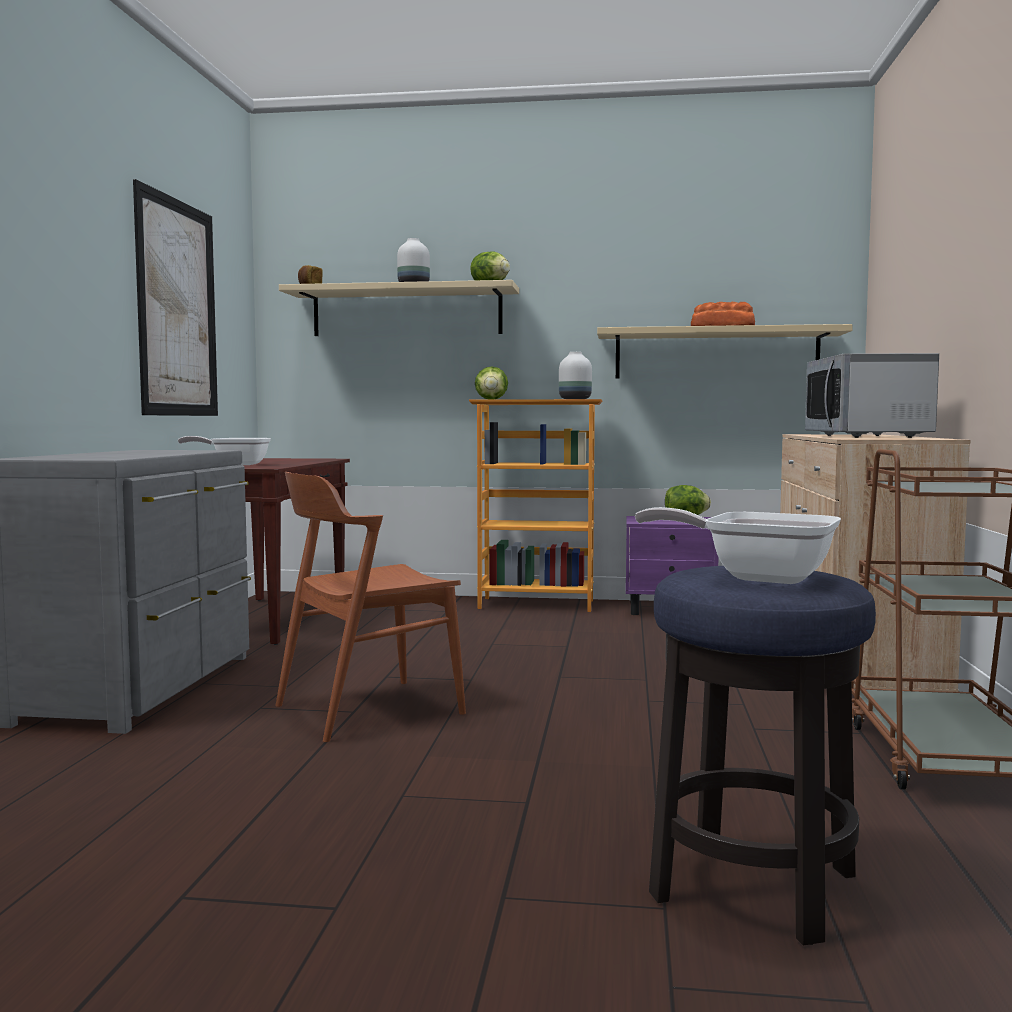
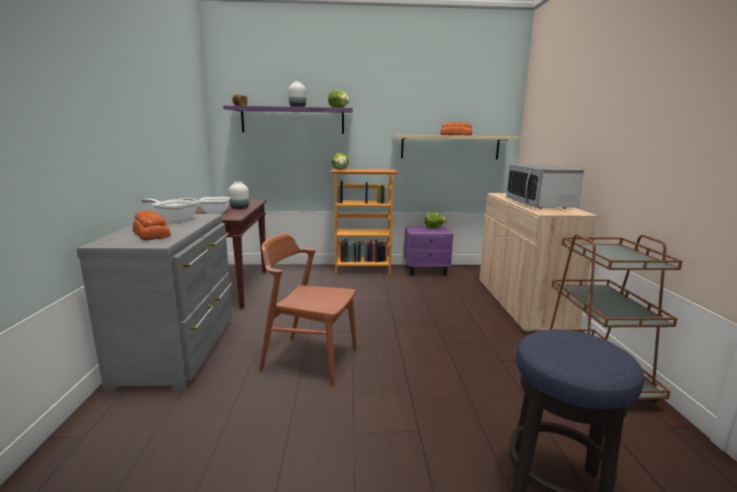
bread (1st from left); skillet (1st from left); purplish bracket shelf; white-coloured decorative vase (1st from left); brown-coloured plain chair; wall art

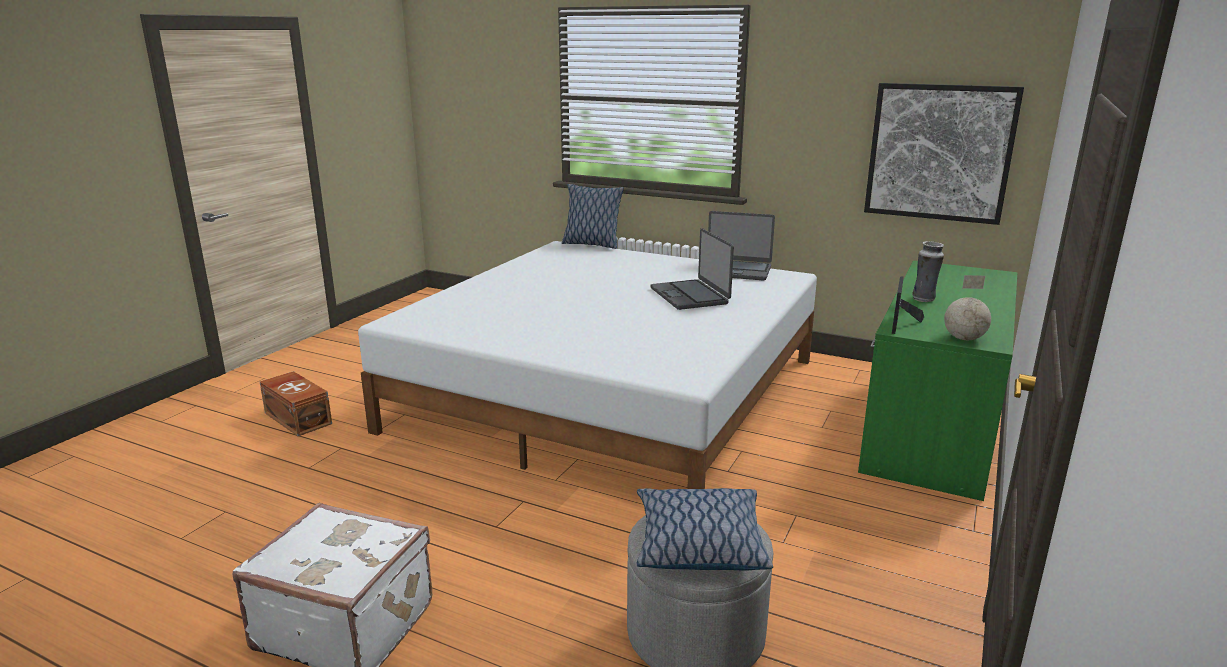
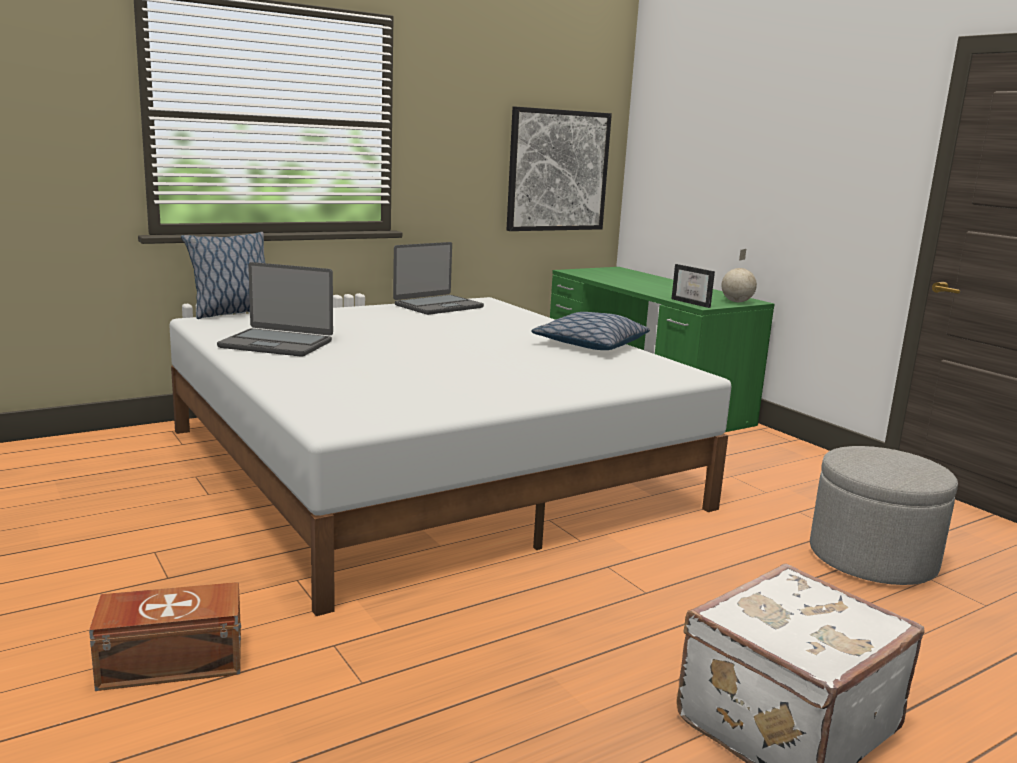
notebook computer (1st from left); pillow (2nd from left); decorative vase

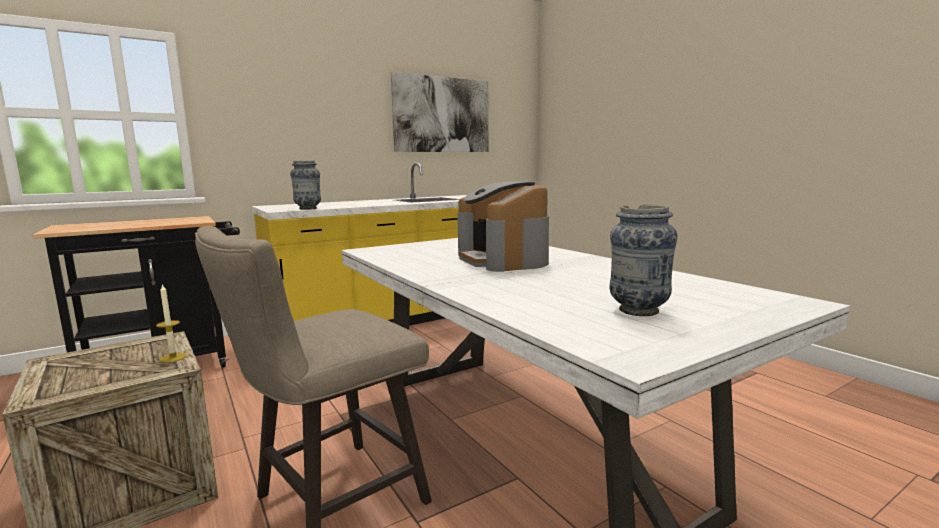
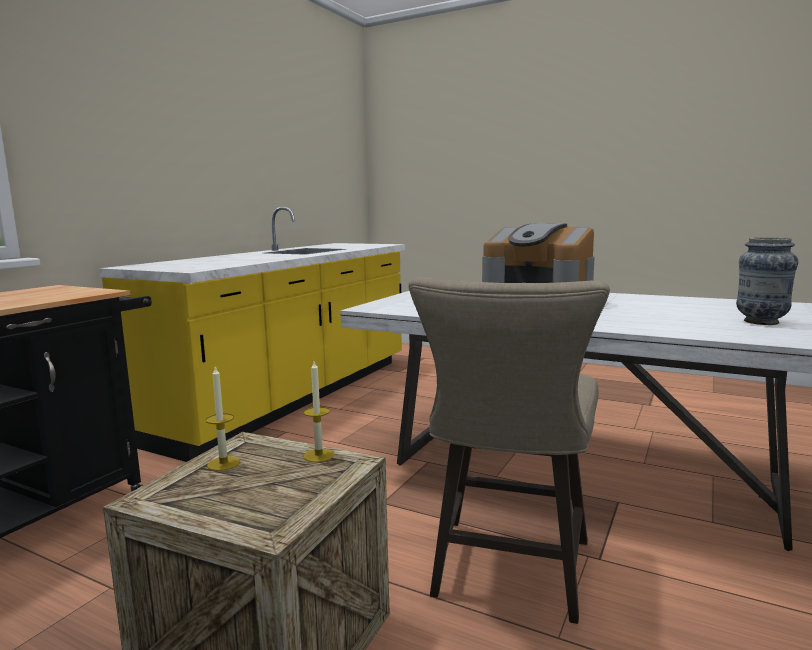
wax light (1st from left); decorative vase (1st from left in the first image); wall art

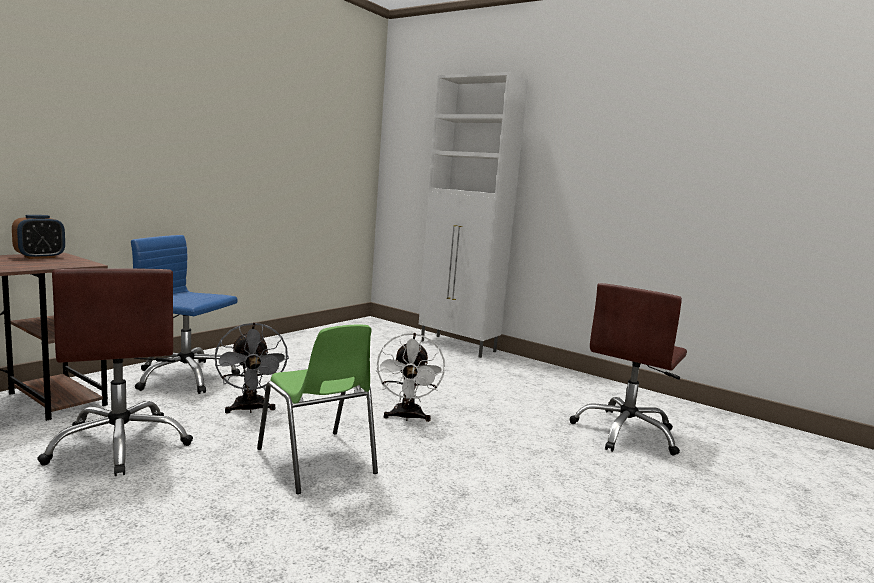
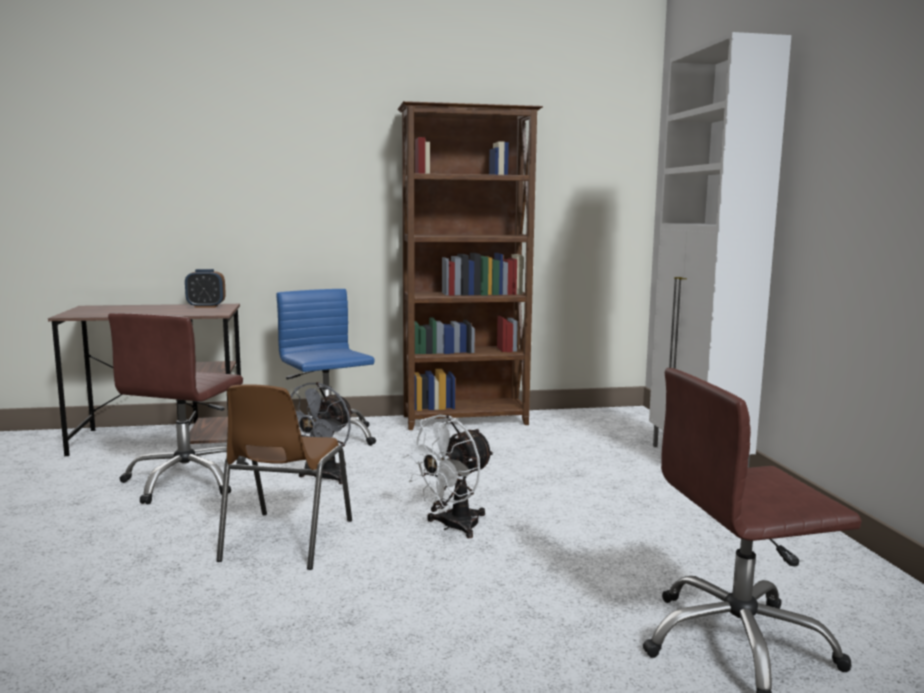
brown-coloured plain chair; brown-coloured bookcase

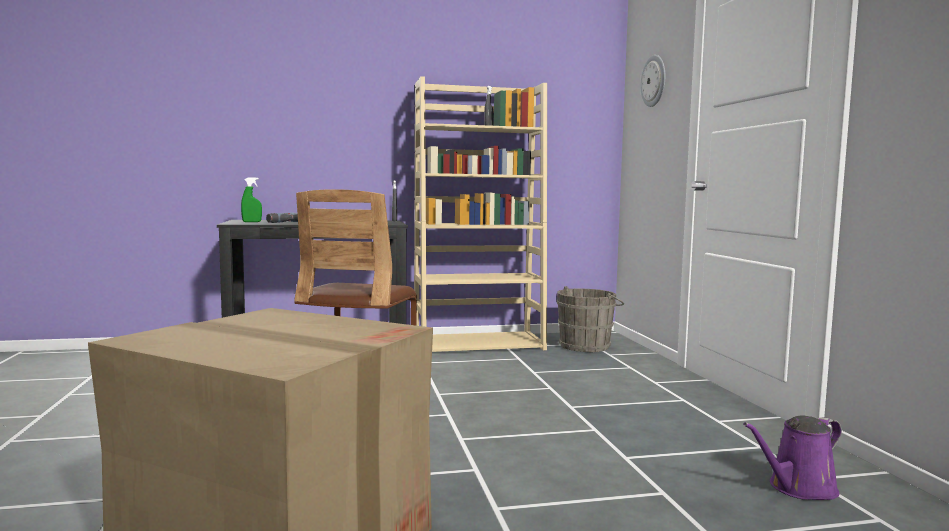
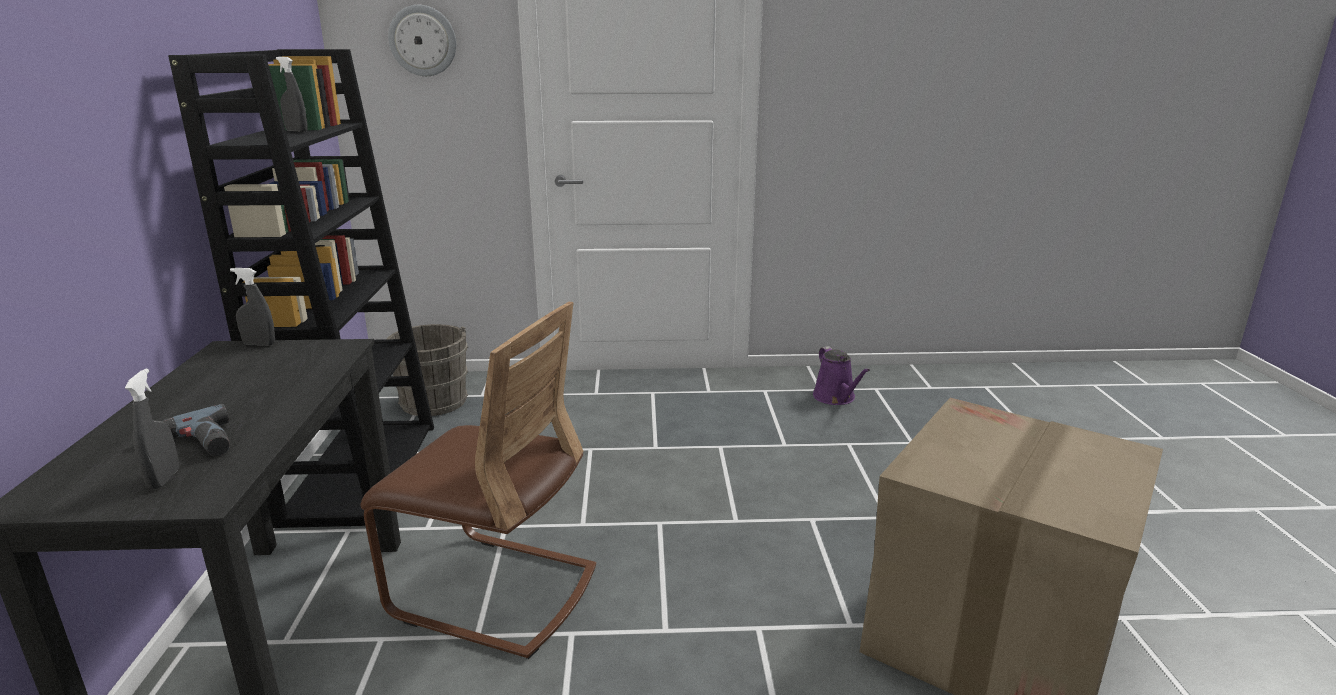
grey sprayer (1st from left); black-coloured bookcase

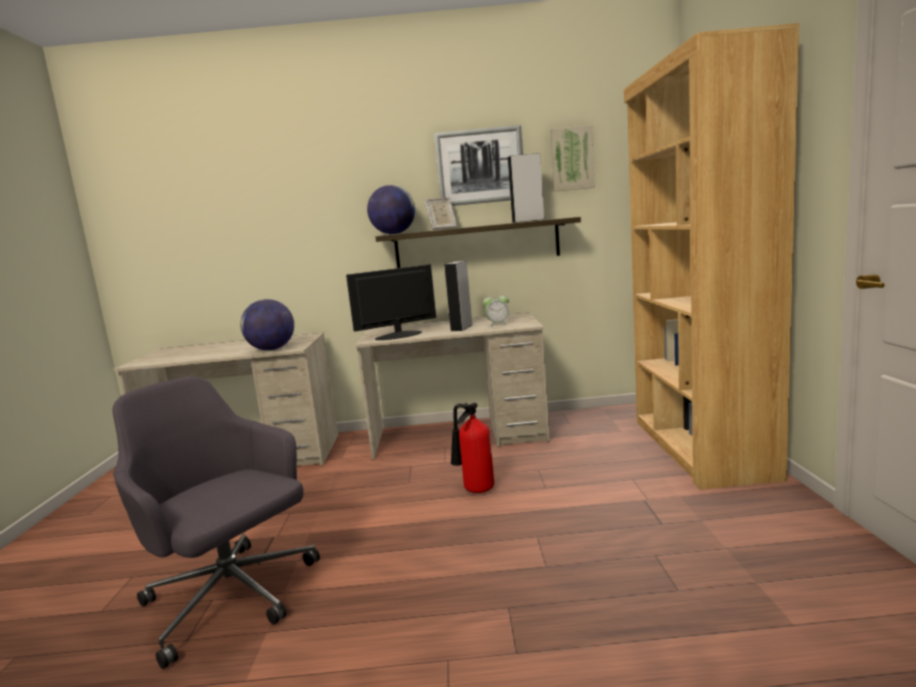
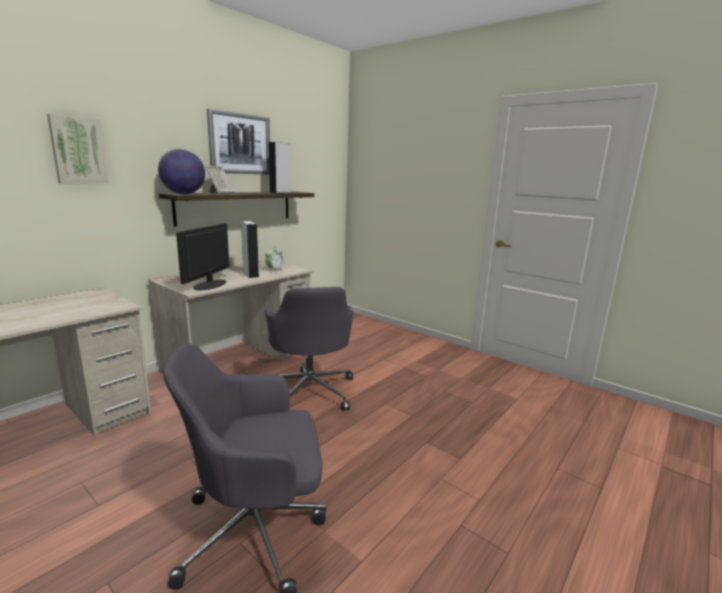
wall art (1st from left); grey desk chair (2nd from left); desk globe (1st from left in the first image); brown-coloured bookcase

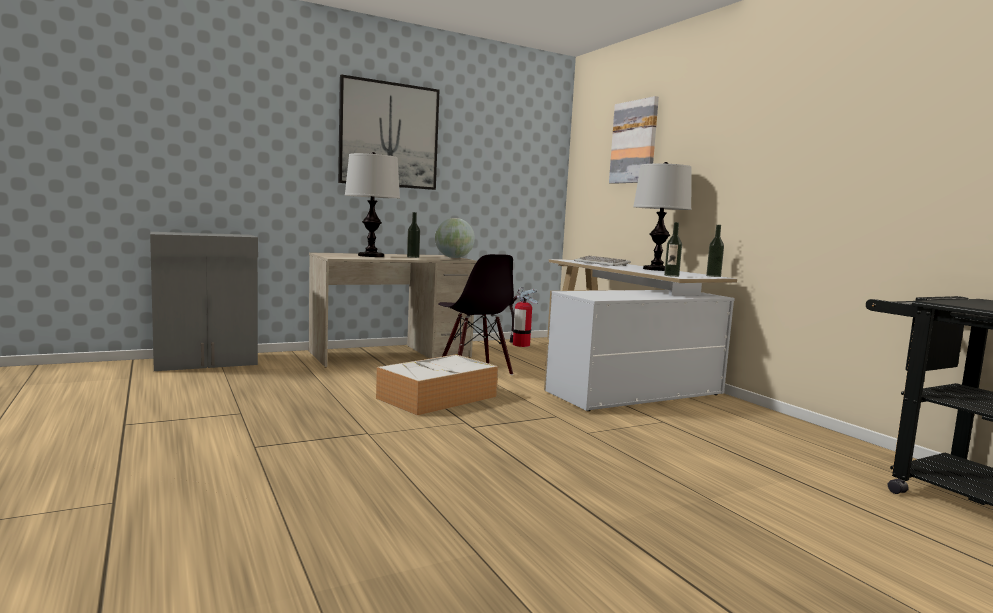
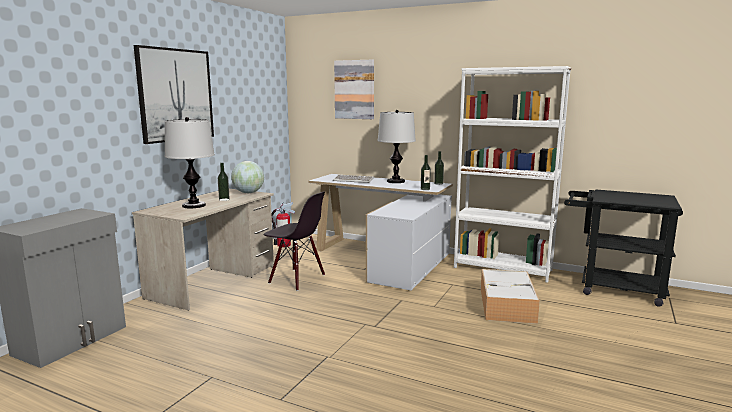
white-coloured bookcase; storage bin

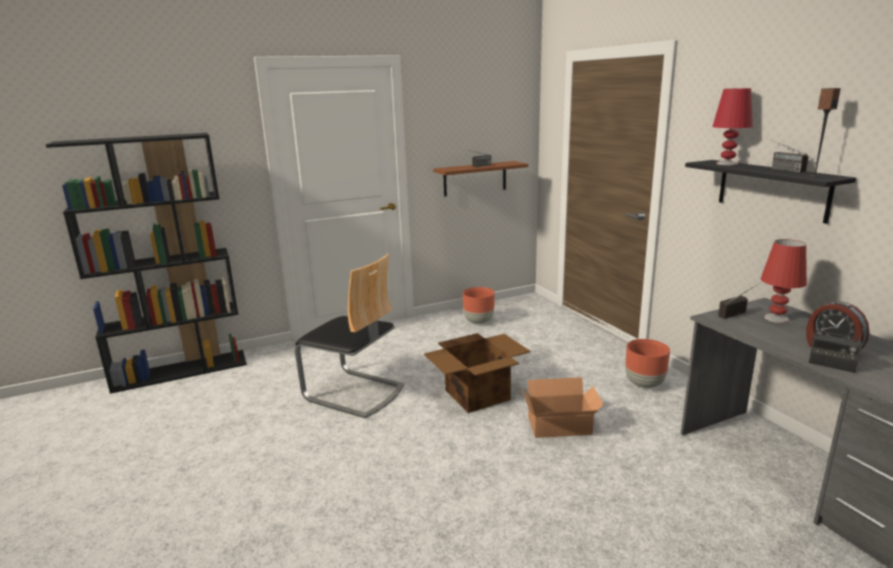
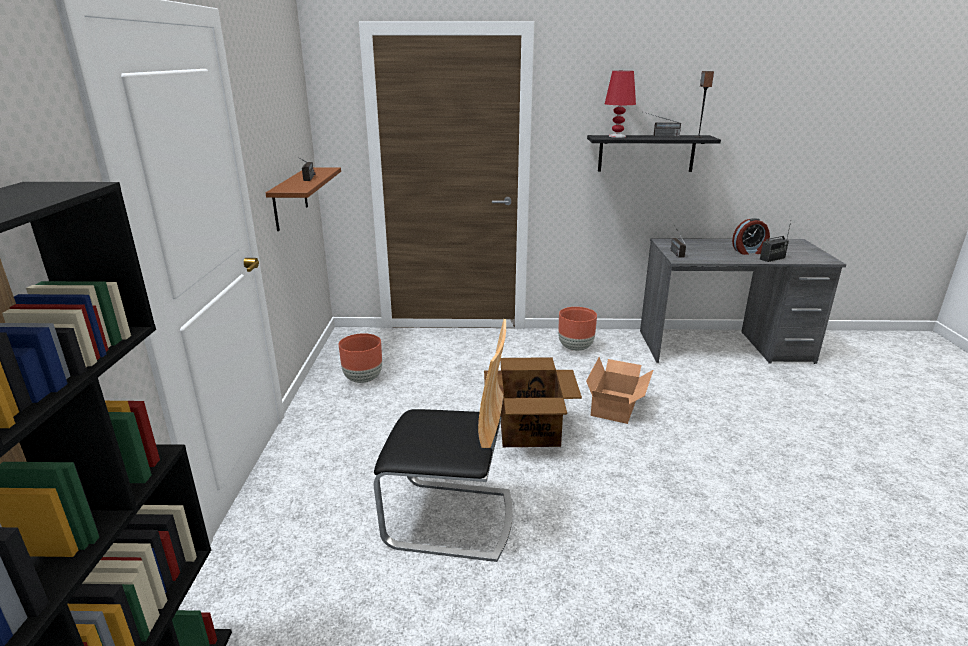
plain chair; red-coloured table lamp (2nd from left in the first image)

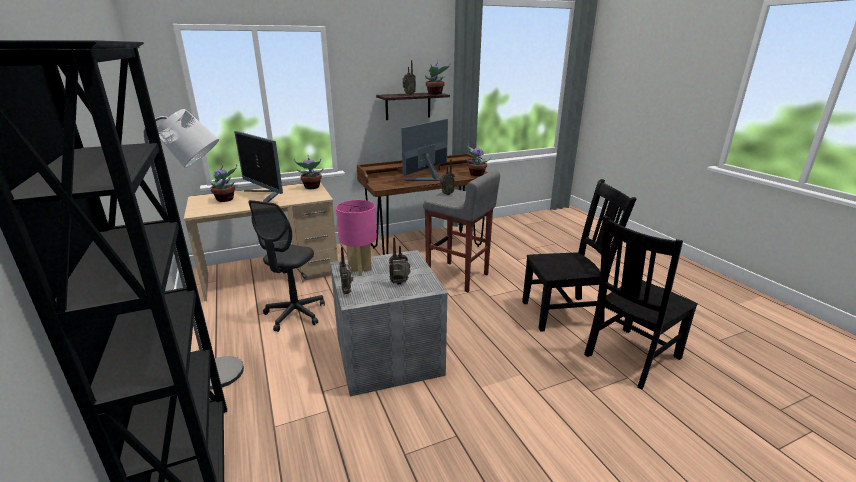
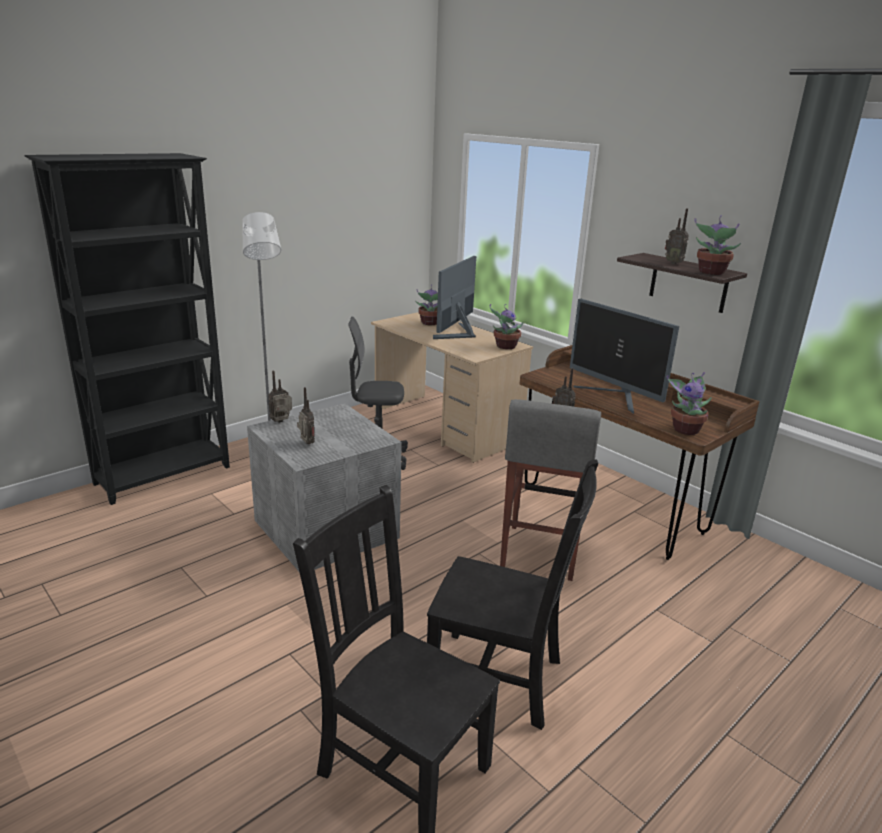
black-coloured plain chair (2nd from left); computer display (2nd from left); pink-coloured table lamp

